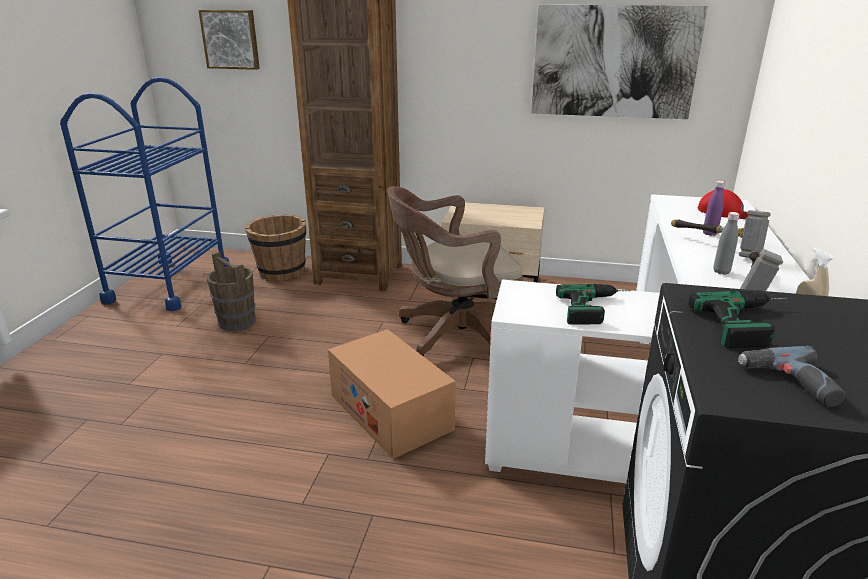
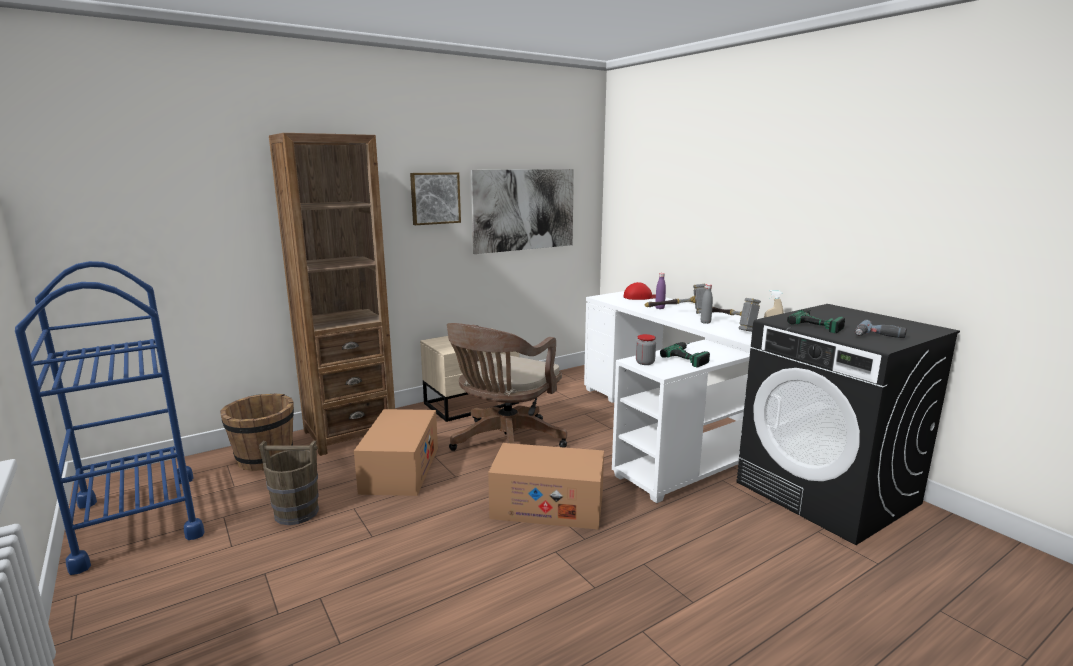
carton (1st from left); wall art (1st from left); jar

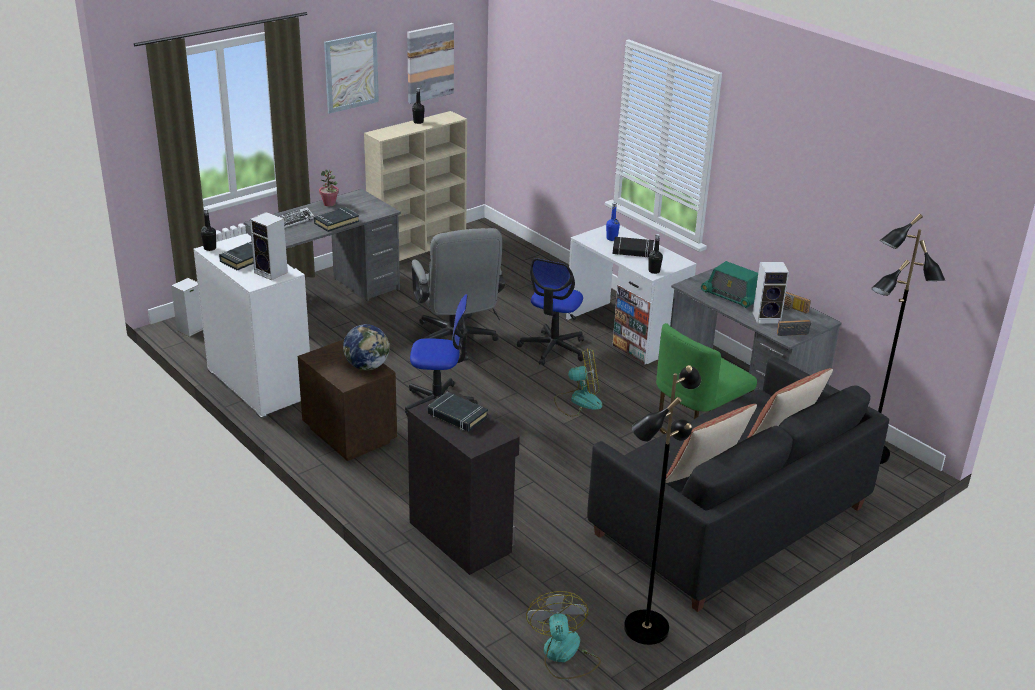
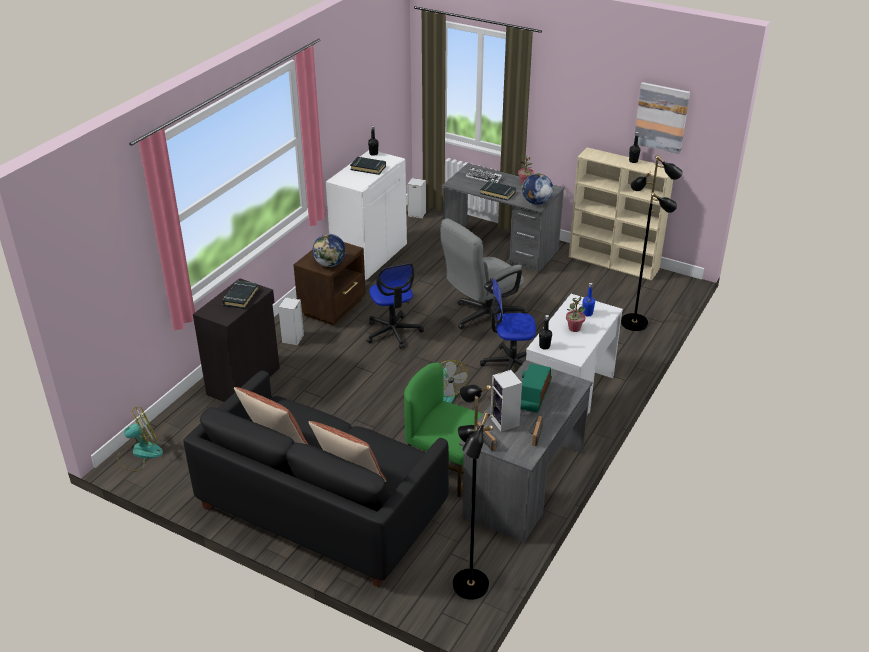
loudspeaker (1st from left); desk globe (2nd from left); houseplant (2nd from left); black-coloured standing lamp (2nd from left); wall art (1st from left in the first image)

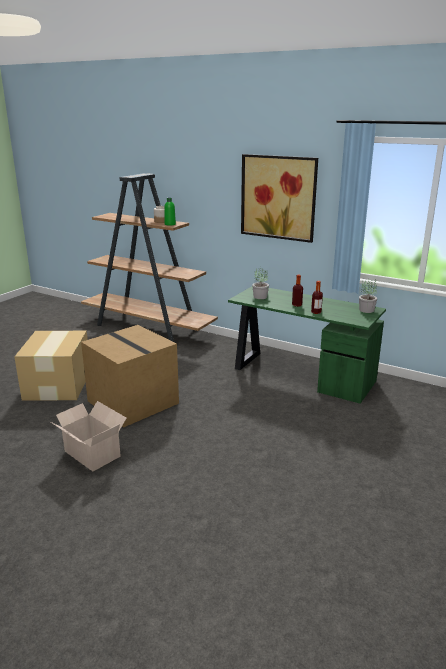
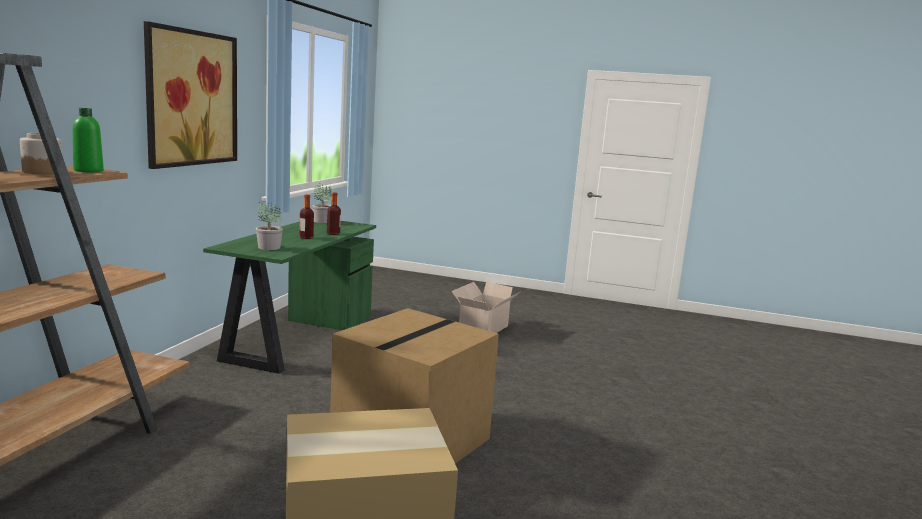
carton (3rd from left)

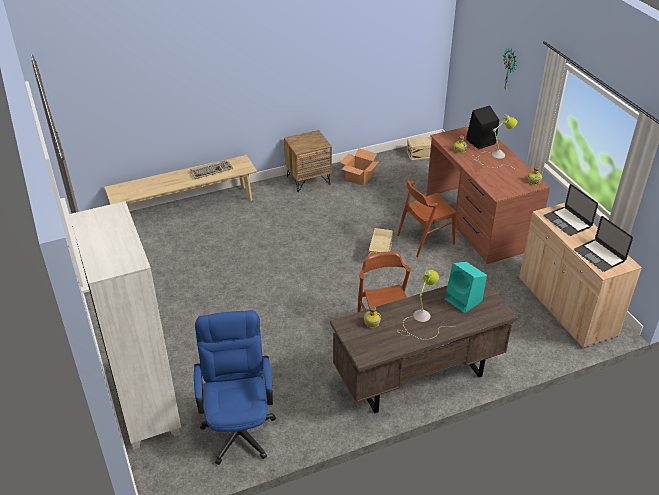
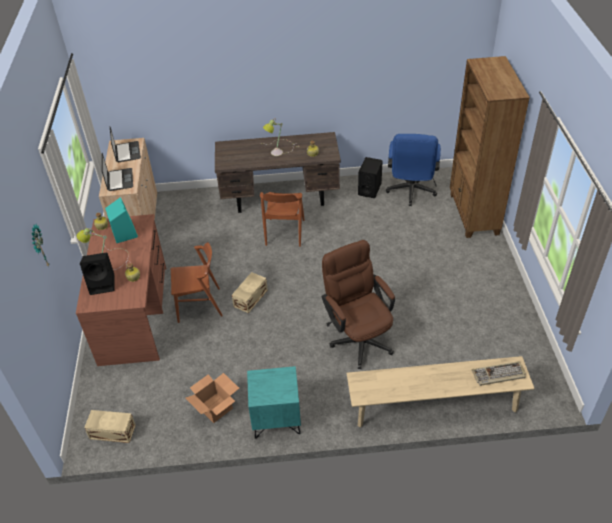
blue-green loudspeaker; blue-green night table; brown-coloured desk chair; black-coloured loudspeaker (2nd from left); brown-coloured bookcase; PC keyboard

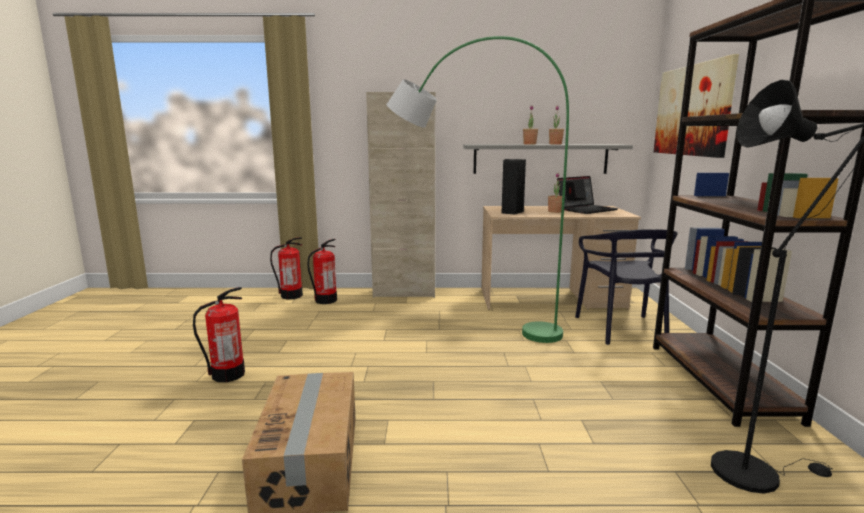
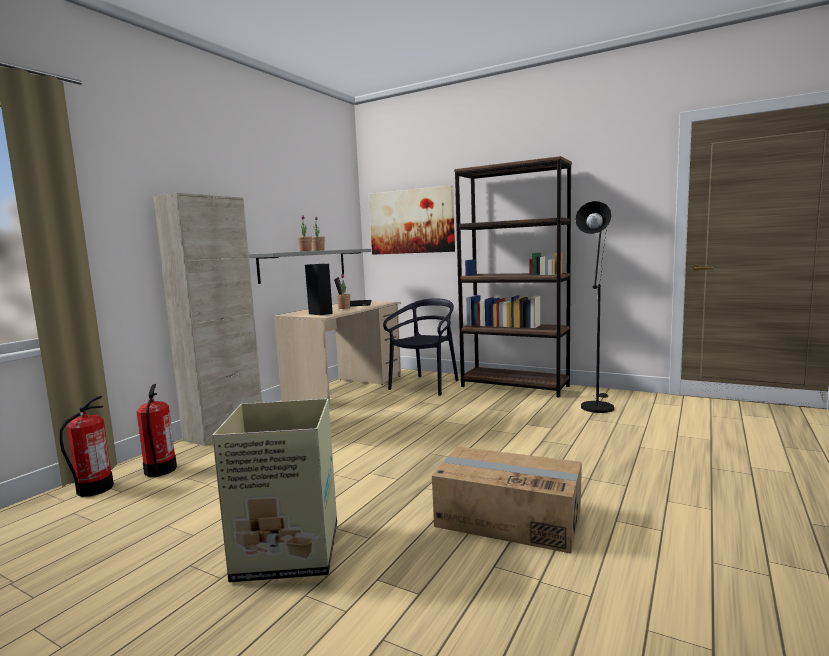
carton (1st from left); black-coloured plain chair; greenish standing lamp

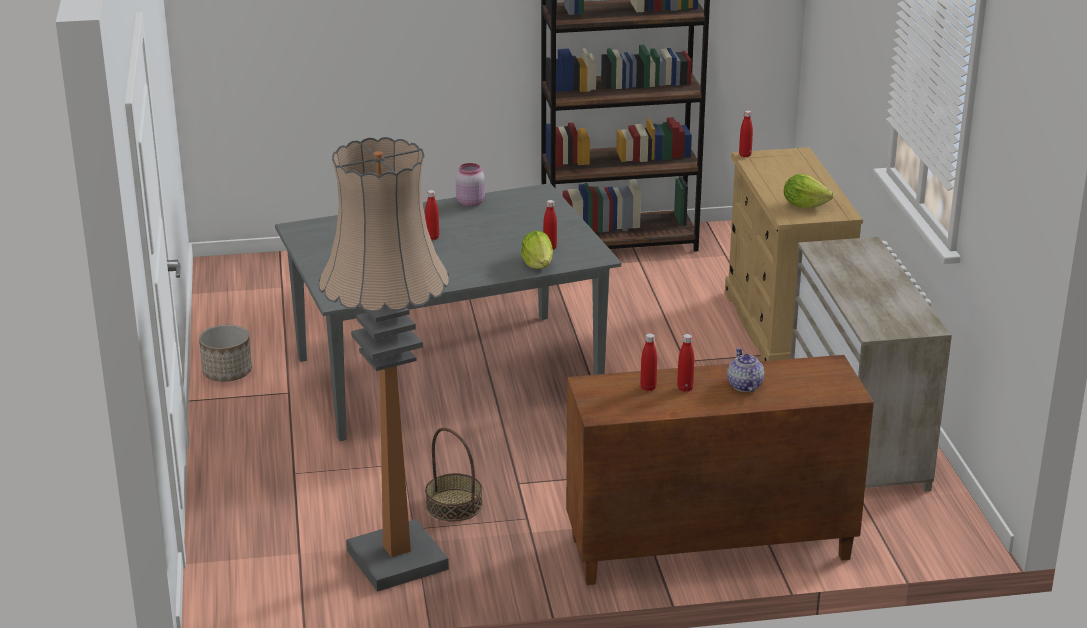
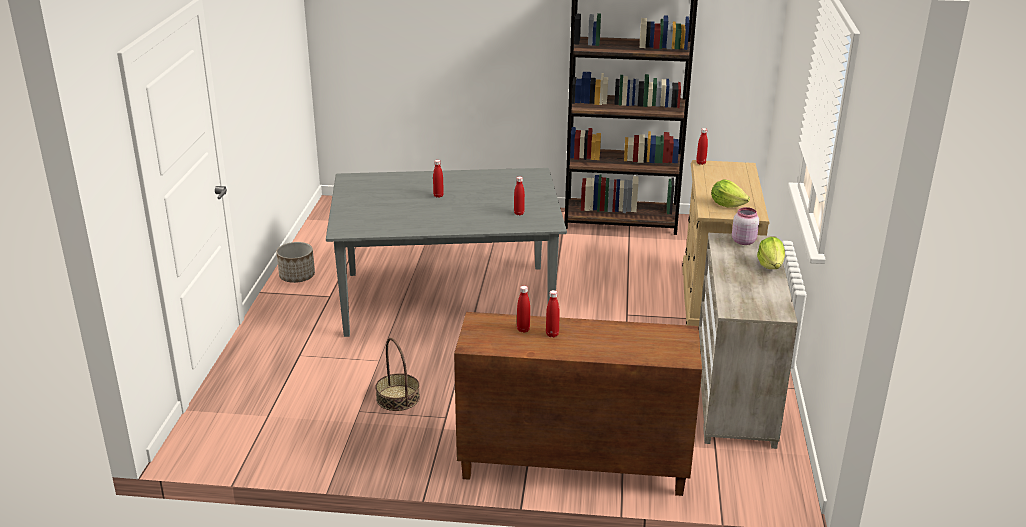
pink-coloured jar; head of lettuce (2nd from left); standing lamp; pot for tea

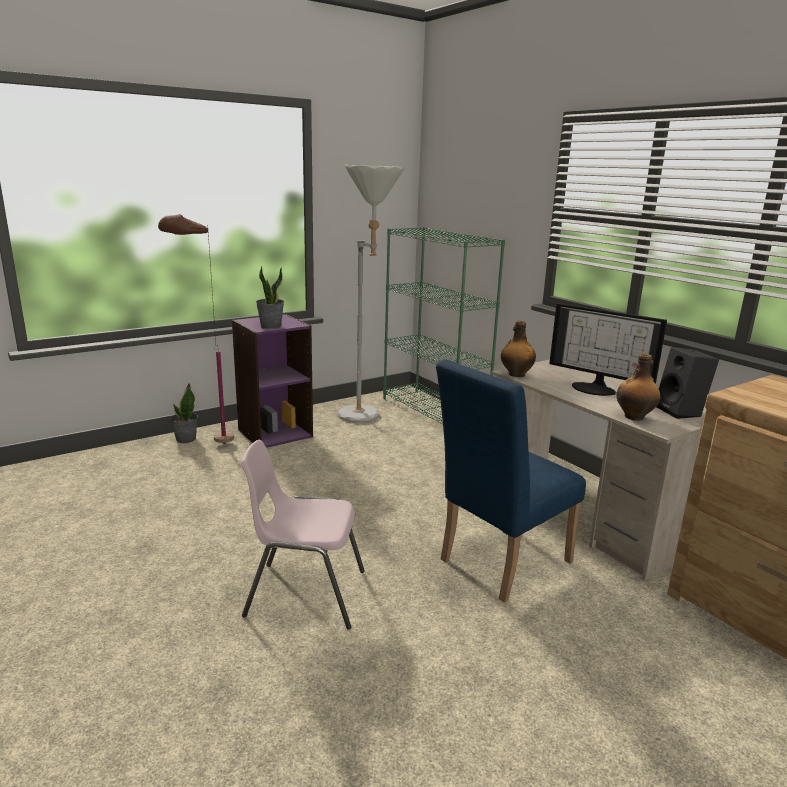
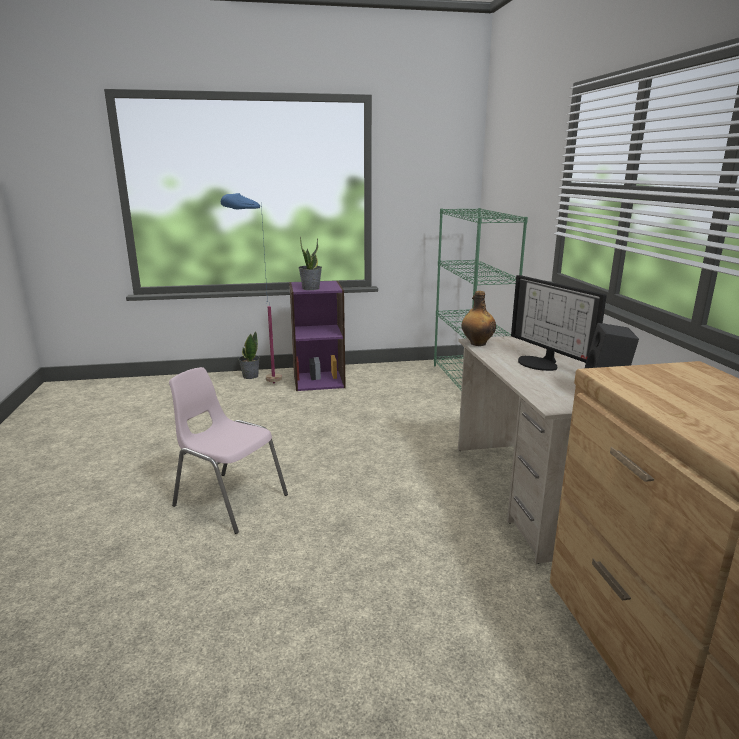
bluish standing lamp; grey standing lamp; bluish plain chair; beverage bottle (2nd from left in the first image)

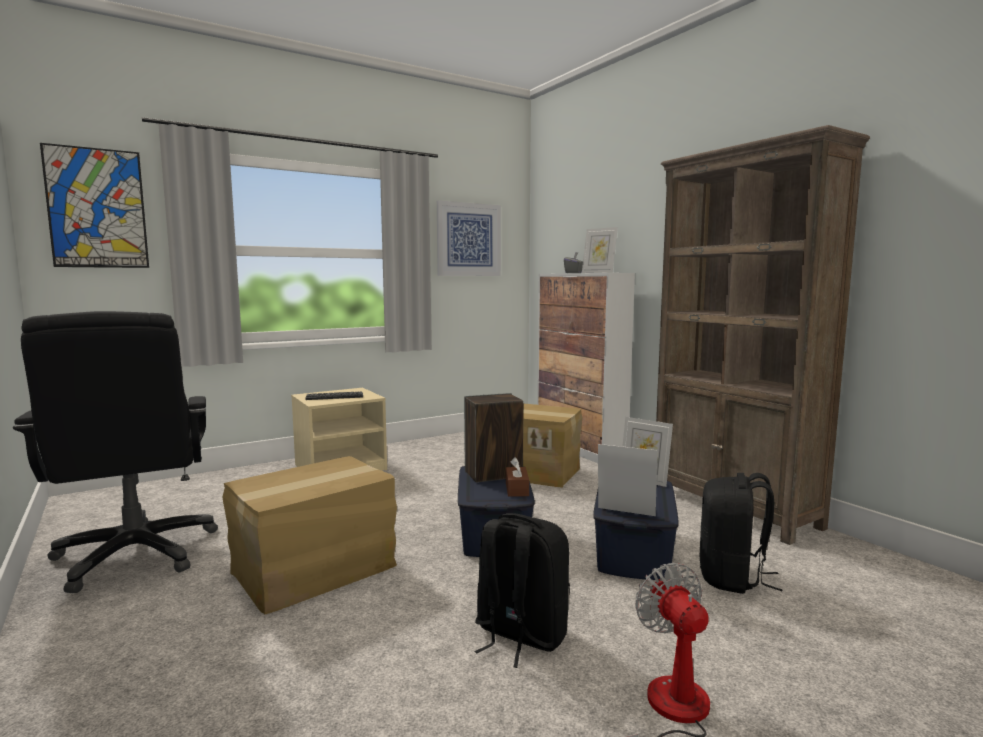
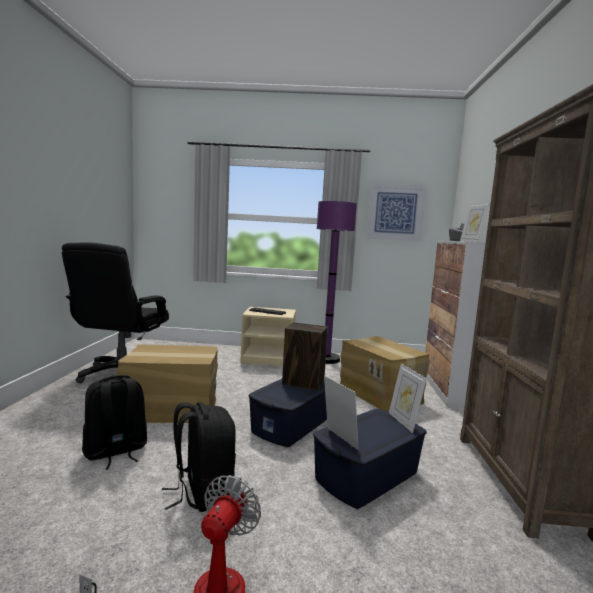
black-coloured rucksack (1st from left); purplish standing lamp; wall art (1st from left in the first image); brown-coloured box of tissues

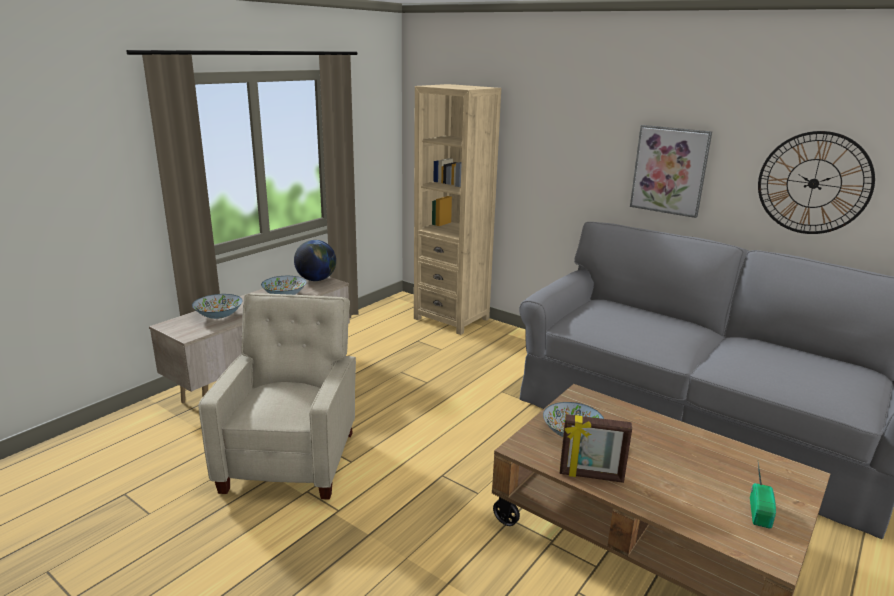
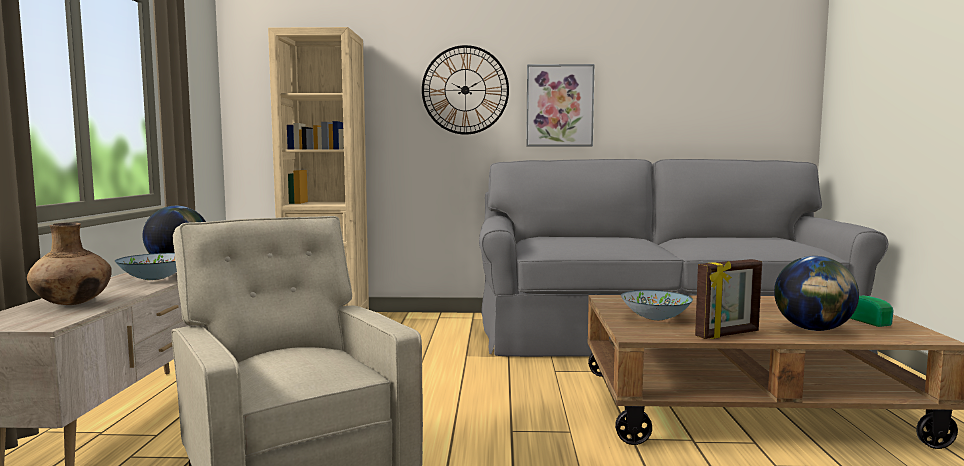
brown-coloured decorative vase; hanging clock; desk globe (2nd from left)

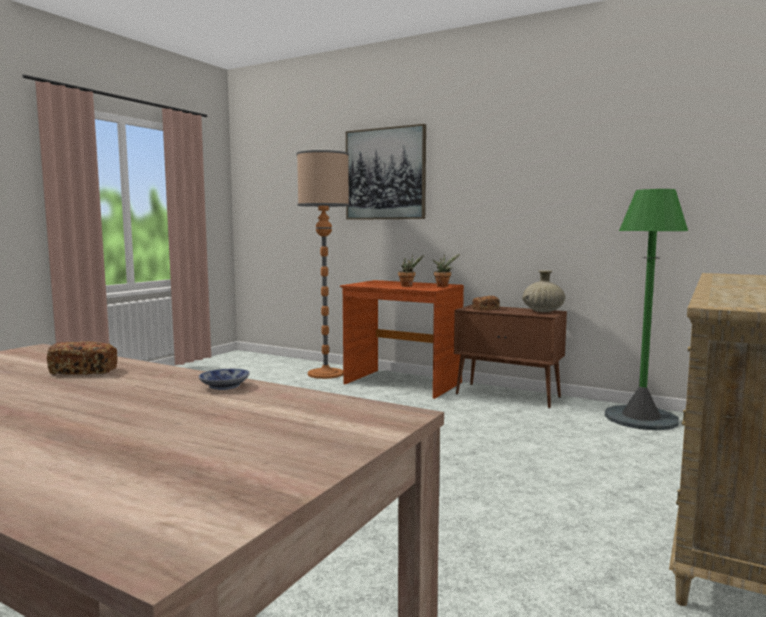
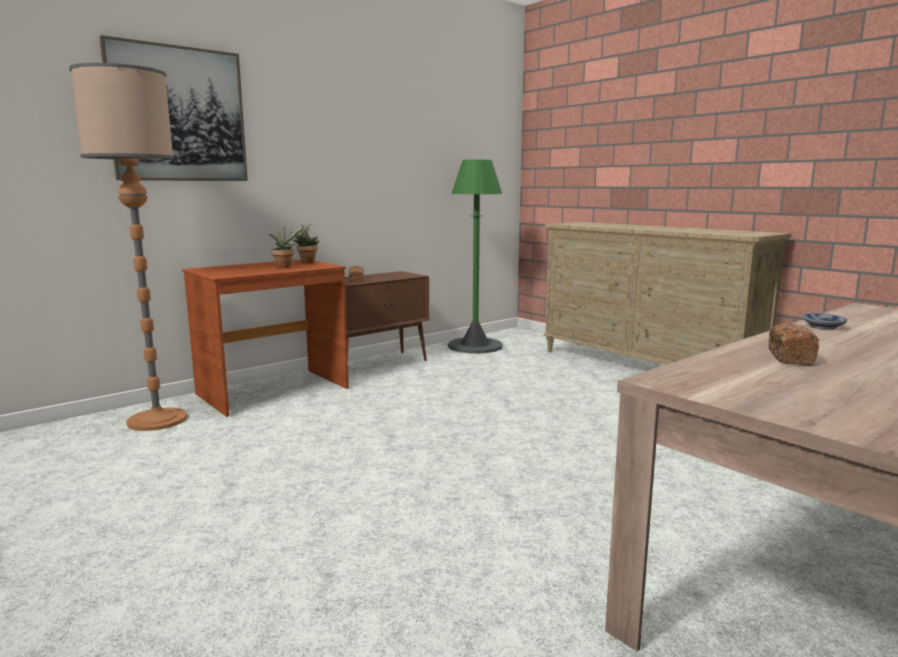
sand-coloured decorative vase

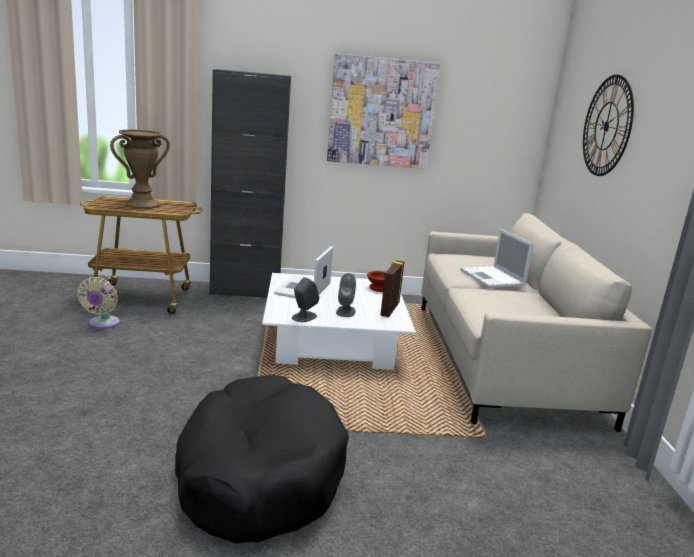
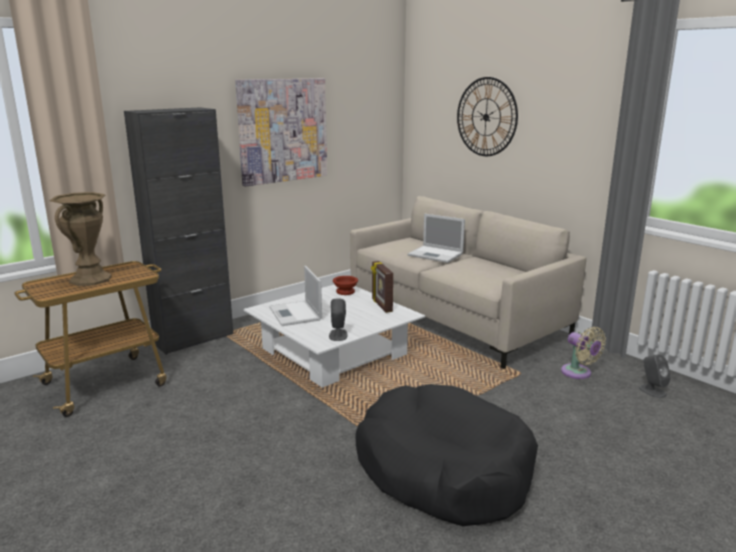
sand-coloured electric fan; grey loudspeaker (2nd from left)

